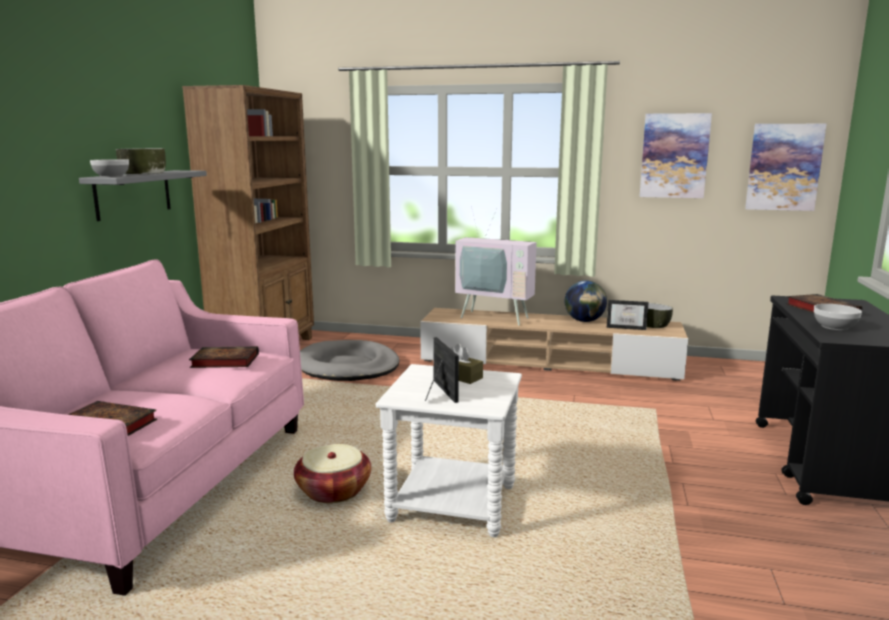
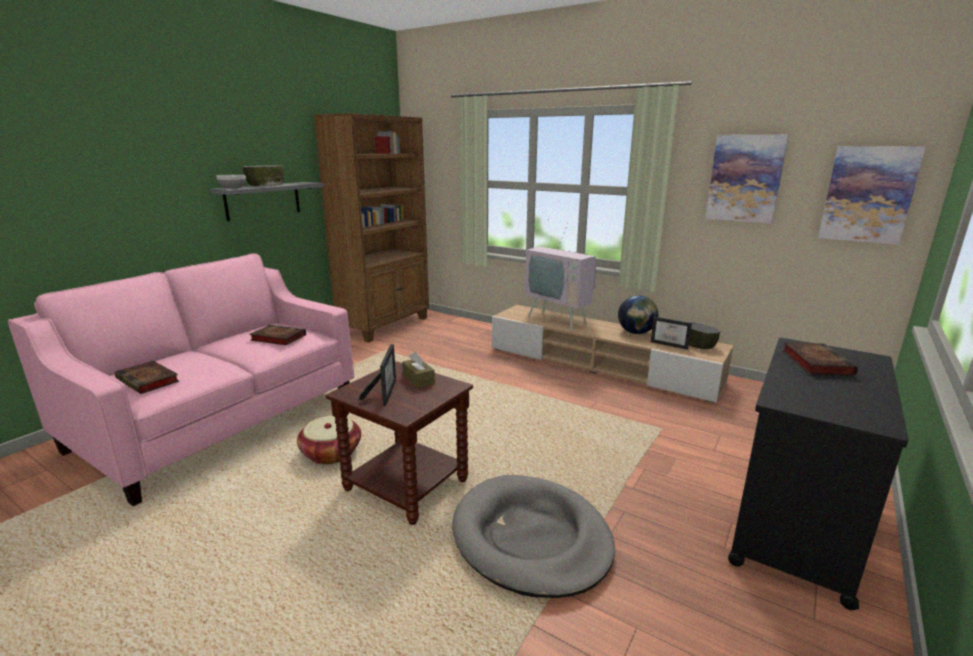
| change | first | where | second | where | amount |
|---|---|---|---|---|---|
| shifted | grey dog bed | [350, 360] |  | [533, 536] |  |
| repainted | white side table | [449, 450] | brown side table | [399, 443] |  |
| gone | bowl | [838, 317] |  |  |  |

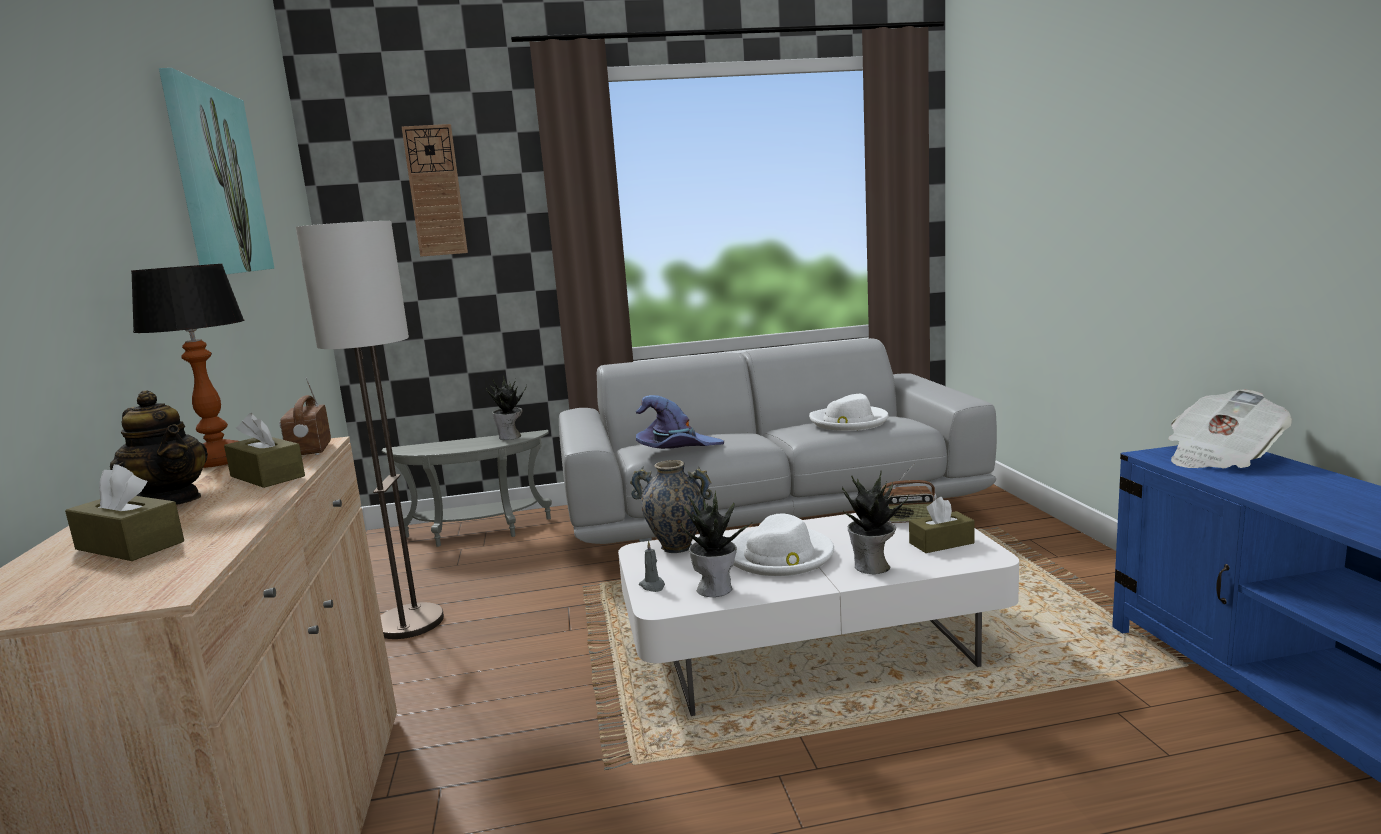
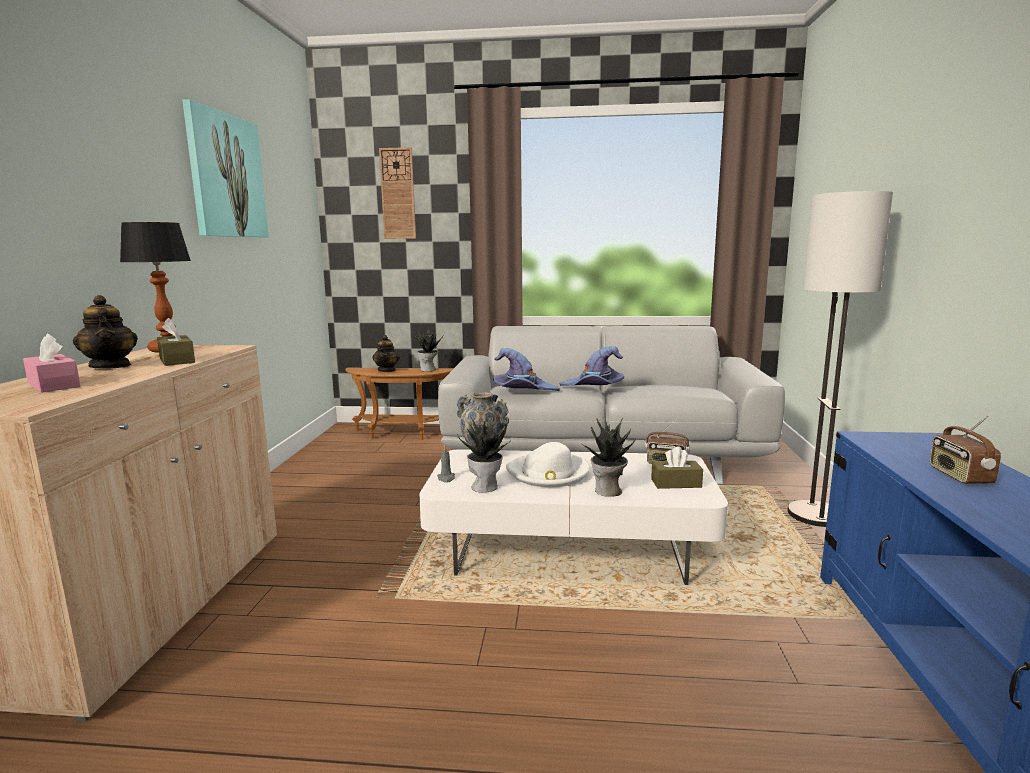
| change | first | where | second | where | amount |
|---|---|---|---|---|---|
| repainted | brown tissue box | [124, 512] | pink tissue box | [52, 363] |  |
| shifted | radio | [305, 416] |  | [965, 449] |  |
| shifted | floor lamp | [370, 430] |  | [840, 359] |  |
| repainted | grey side table | [467, 488] | brown side table | [399, 403] |  |
| gone | white hat | [849, 412] |  |  |  |
| gone | newspaper | [1230, 428] |  |  |  |
| new |  |  | teapot | [386, 353] |  |
| new |  |  | purple hat | [592, 366] |  |

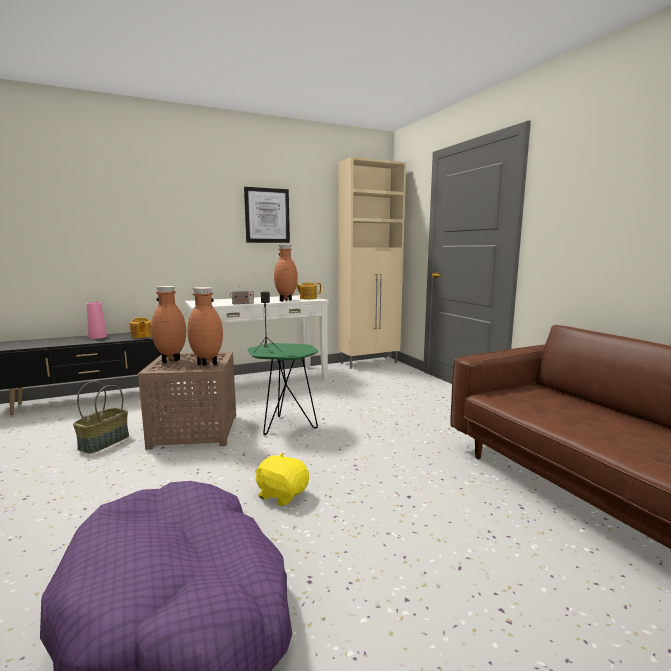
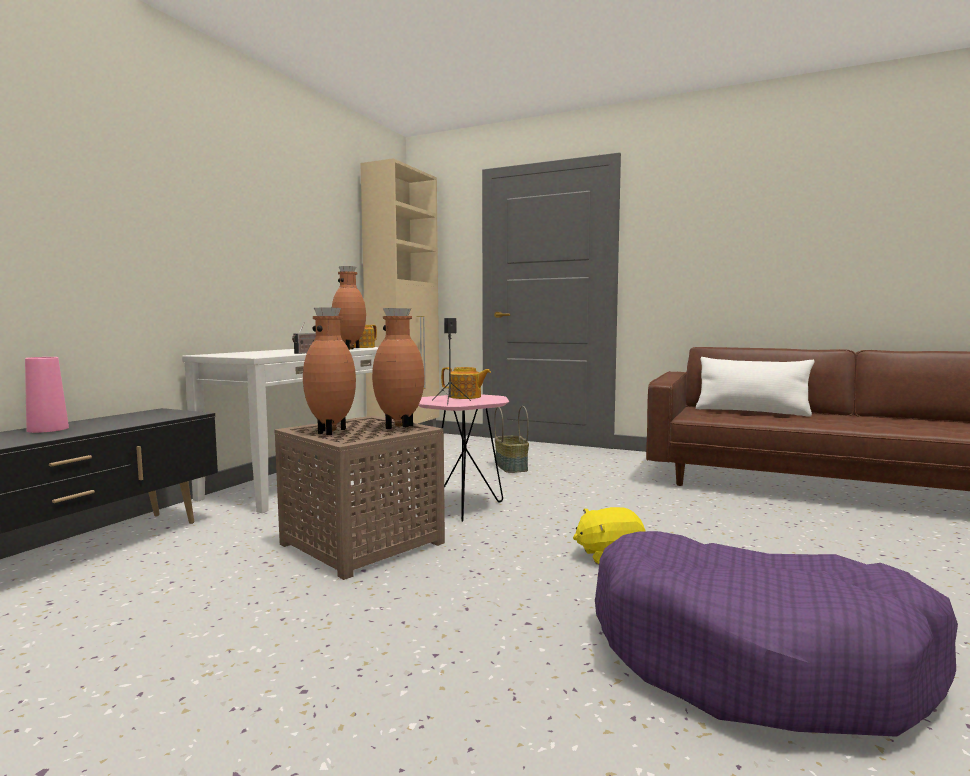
| change | first | where | second | where | amount |
|---|---|---|---|---|---|
| shifted | basket | [101, 417] |  | [511, 439] |  |
| shifted | teapot | [141, 327] |  | [466, 383] |  |
| gone | picture | [267, 215] |  |  |  |
| repainted | green side table | [282, 389] | pink side table | [463, 458] |  |
| new |  |  | white pillow | [755, 387] |  |

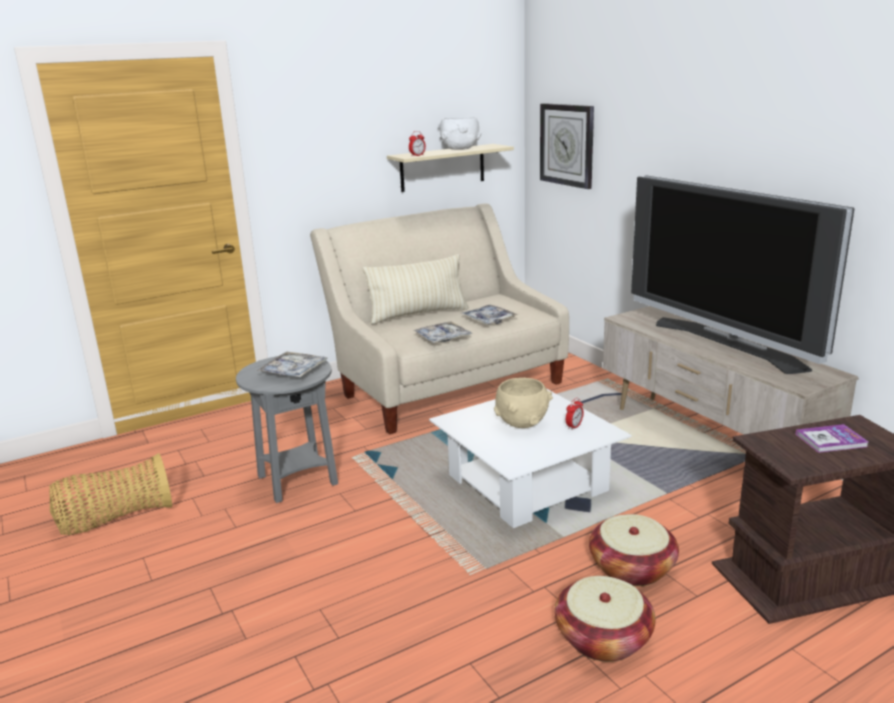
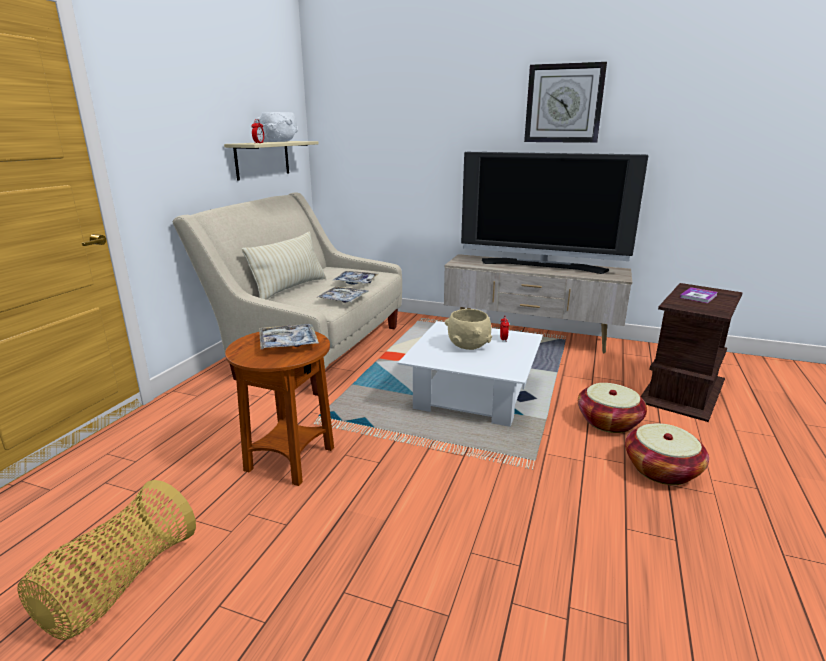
| change | first | where | second | where | amount |
|---|---|---|---|---|---|
| repainted | grey side table | [287, 429] | brown side table | [279, 407] |  |
| shifted | wall clock | [567, 146] |  | [565, 102] |  |

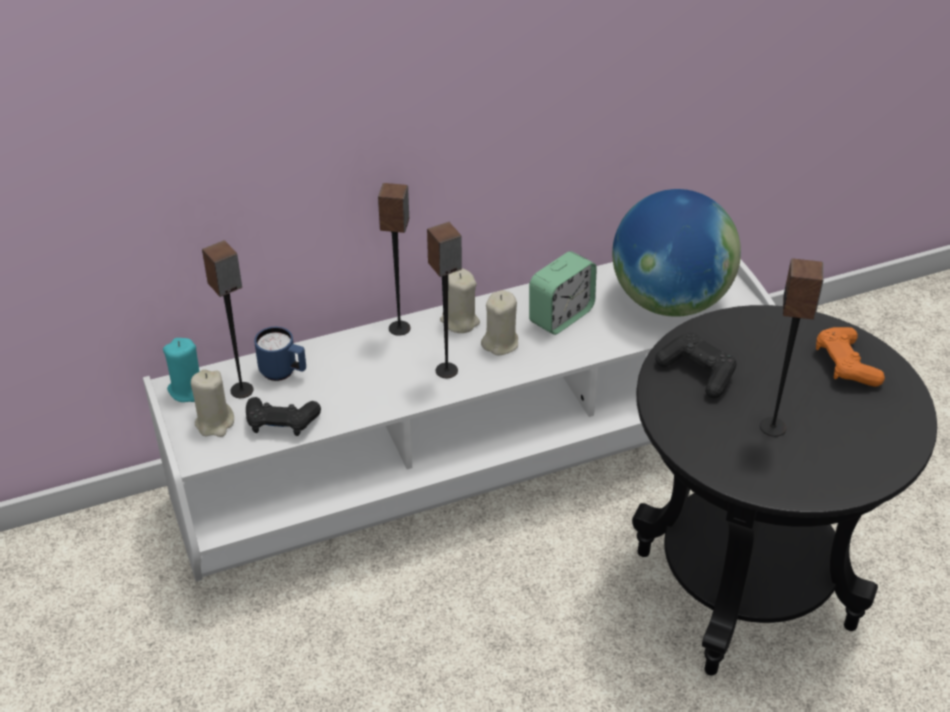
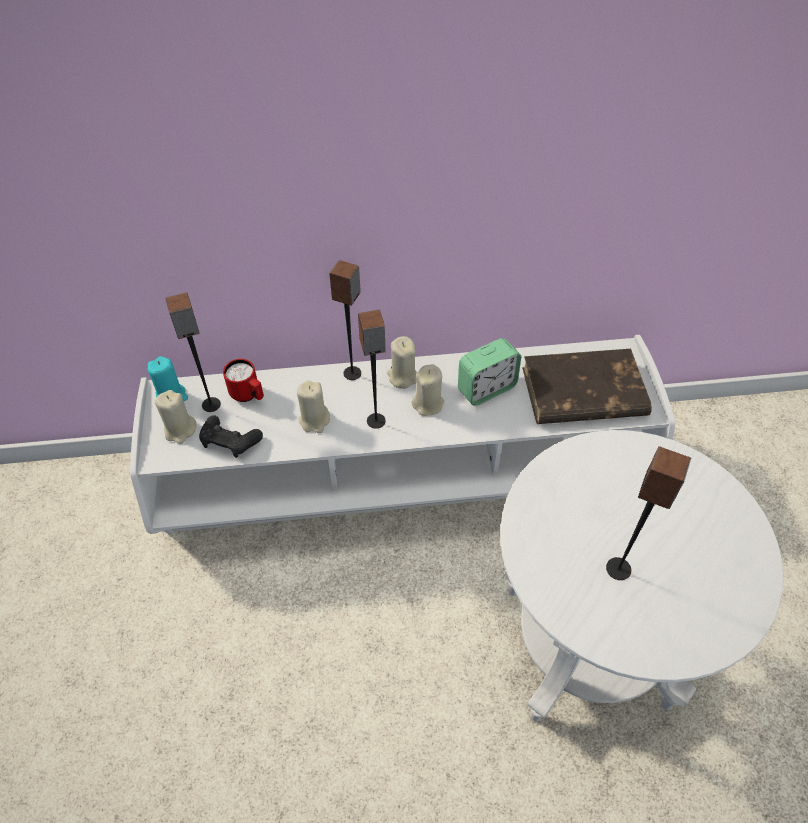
| change | first | where | second | where | amount |
|---|---|---|---|---|---|
| repainted | blue mug | [280, 354] | red mug | [243, 380] |  |
| swapped | globe | [676, 253] | brown book | [587, 386] |  |
| repainted | black side table | [784, 490] | white side table | [642, 575] |  |
| gone | black game controller | [695, 365] |  |  |  |
| gone | orange game controller | [850, 357] |  |  |  |
| new |  |  | beige candle | [313, 406] |  |

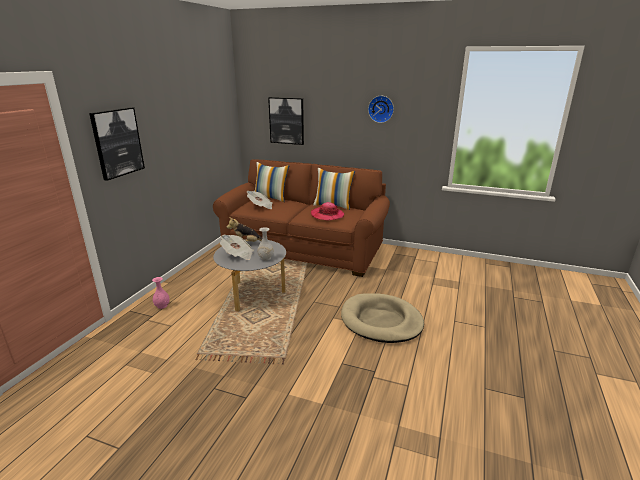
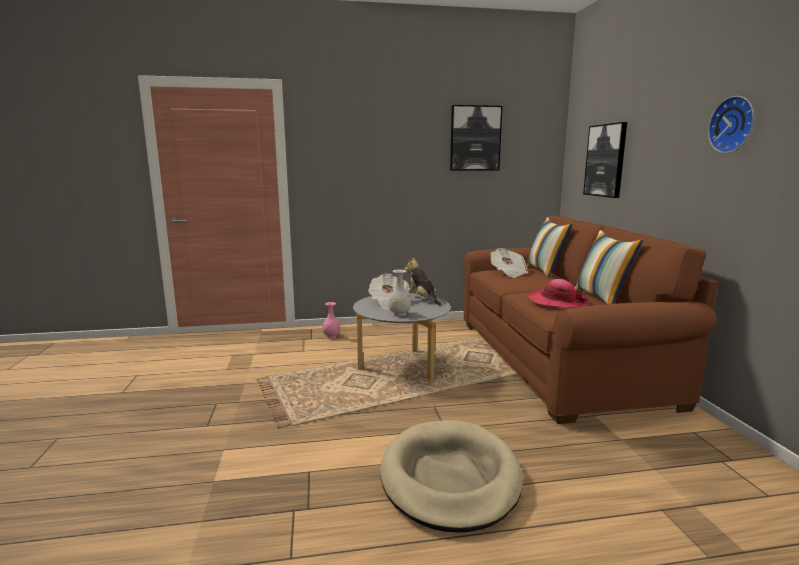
| change | first | where | second | where | amount |
|---|---|---|---|---|---|
| shifted | picture | [117, 144] |  | [476, 138] |  |

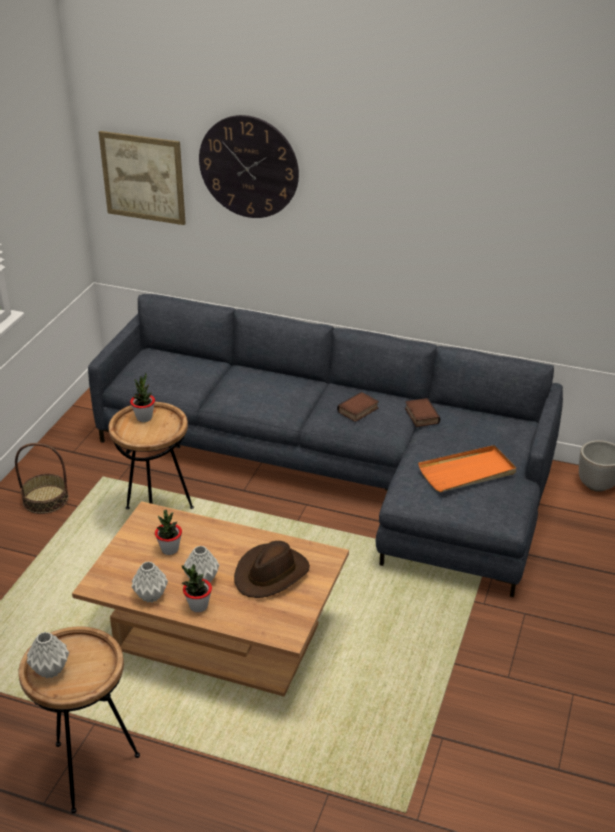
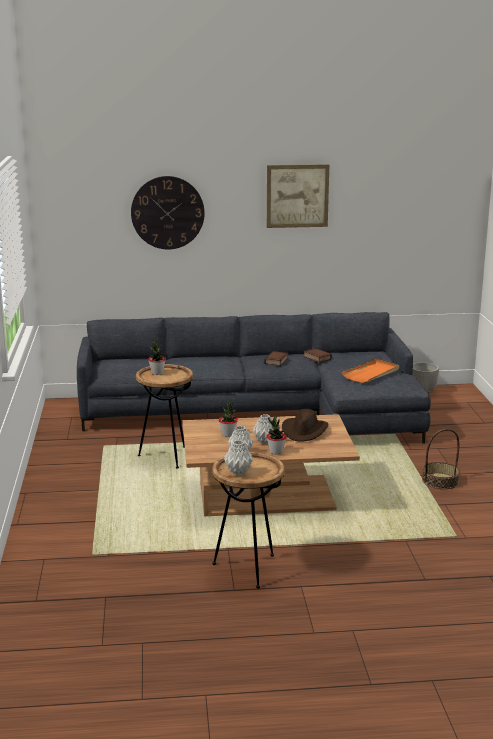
| change | first | where | second | where | amount |
|---|---|---|---|---|---|
| shifted | basket | [42, 478] |  | [441, 459] |  |
| shifted | picture | [142, 178] |  | [298, 196] |  |

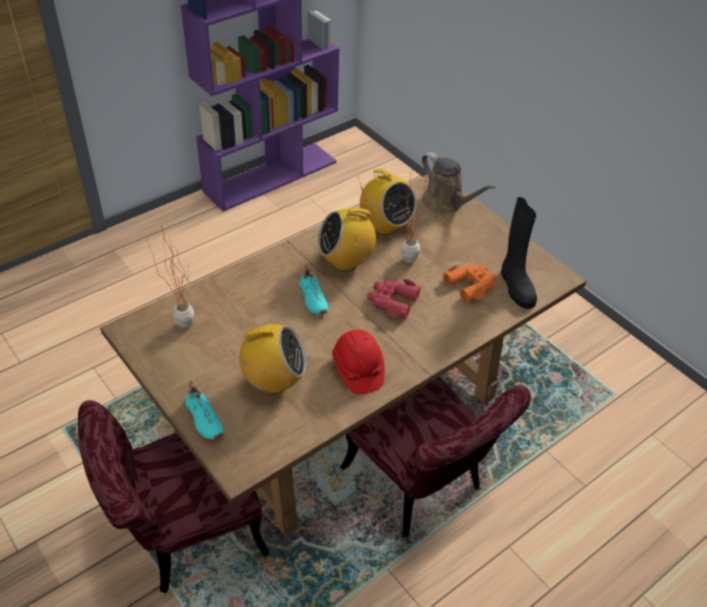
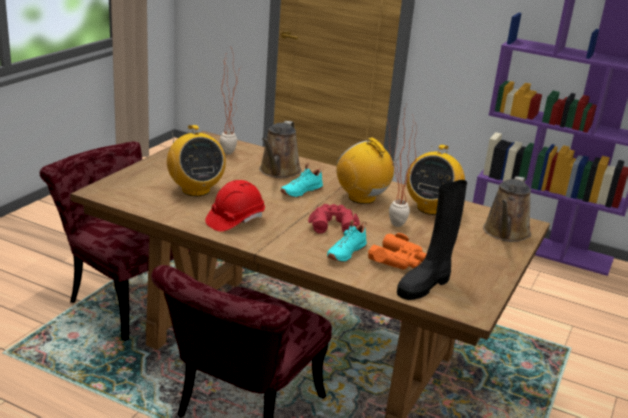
| change | first | where | second | where | amount |
|---|---|---|---|---|---|
| shifted | turquoise shoe | [205, 410] |  | [347, 241] |  |
| new |  |  | brown watering can | [280, 149] |  |

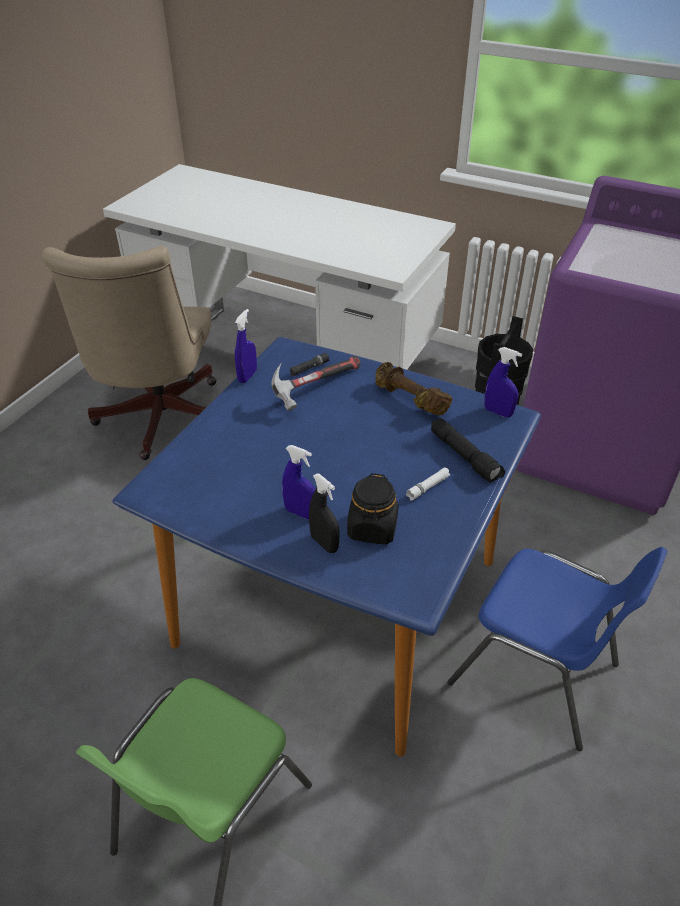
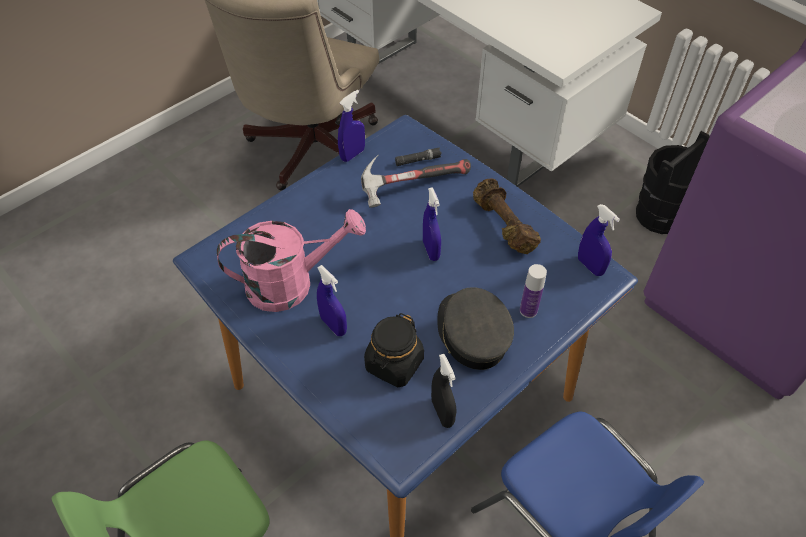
| change | first | where | second | where | amount |
|---|---|---|---|---|---|
| shifted | black spray bottle | [324, 513] |  | [444, 391] |  |
| swapped | white flashlight | [428, 484] | grey cap | [475, 328] |  |
| swapped | black flashlight | [468, 451] | bottle | [533, 291] |  |
| new |  |  | pink watering can | [291, 260] |  |
| new |  |  | blue spray bottle | [432, 224] |  |

